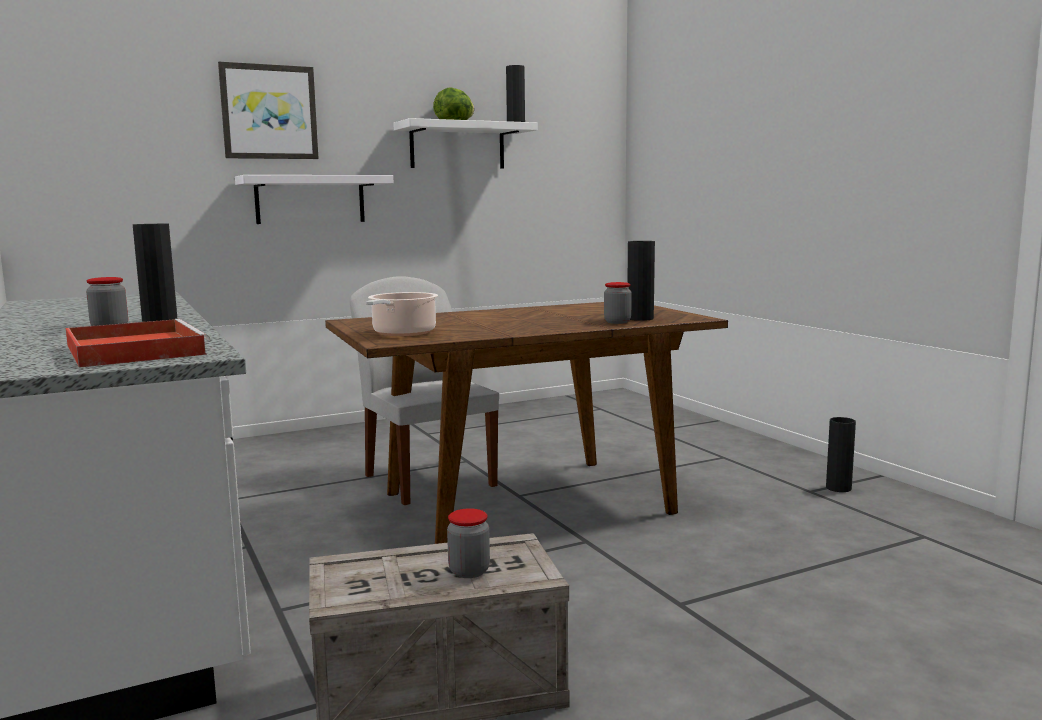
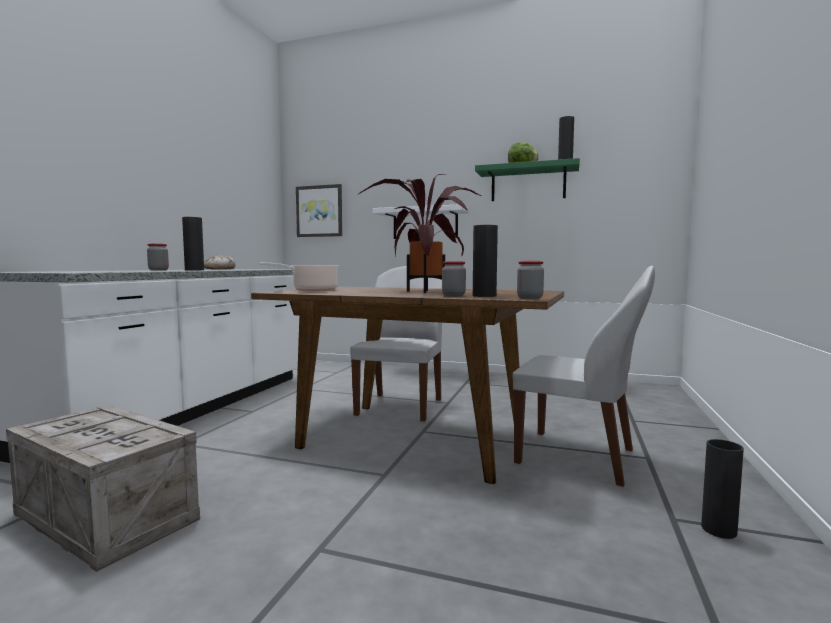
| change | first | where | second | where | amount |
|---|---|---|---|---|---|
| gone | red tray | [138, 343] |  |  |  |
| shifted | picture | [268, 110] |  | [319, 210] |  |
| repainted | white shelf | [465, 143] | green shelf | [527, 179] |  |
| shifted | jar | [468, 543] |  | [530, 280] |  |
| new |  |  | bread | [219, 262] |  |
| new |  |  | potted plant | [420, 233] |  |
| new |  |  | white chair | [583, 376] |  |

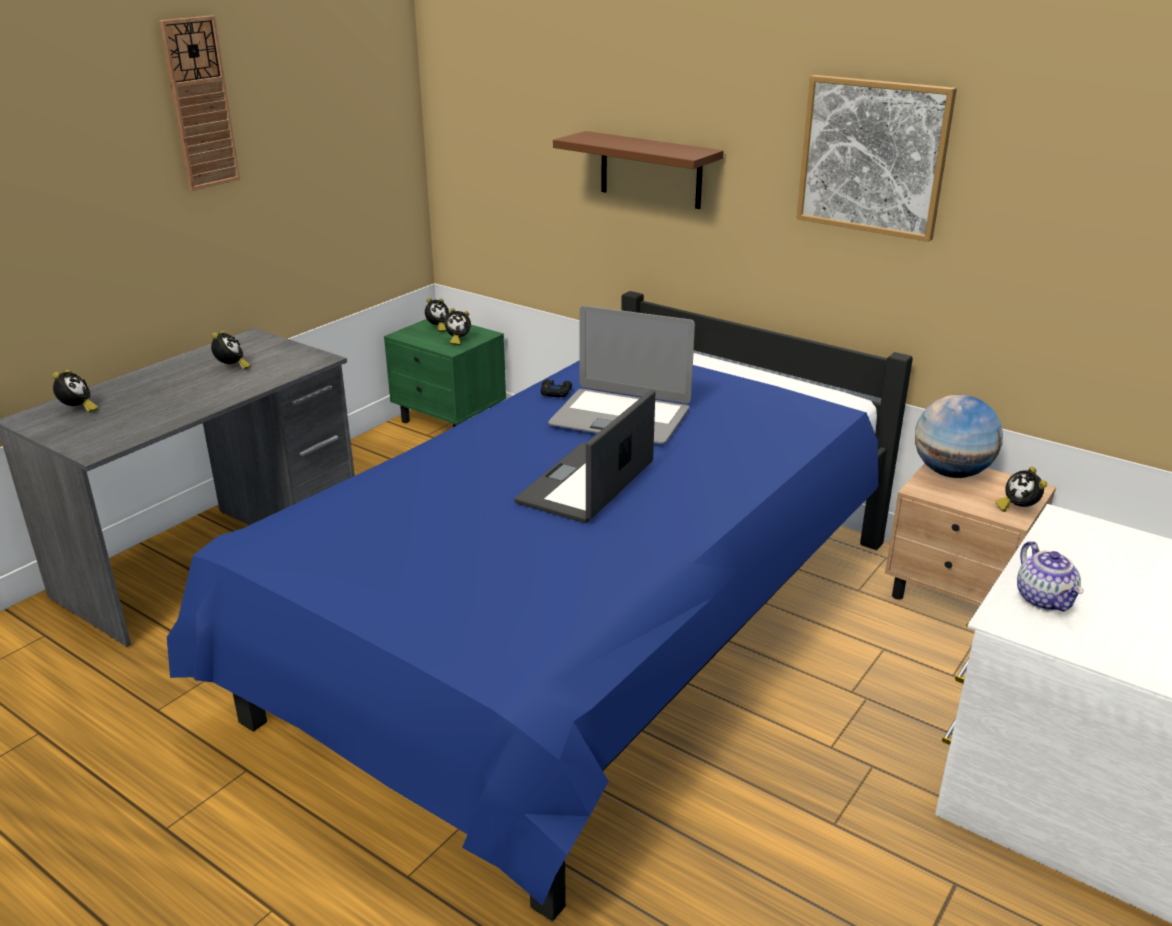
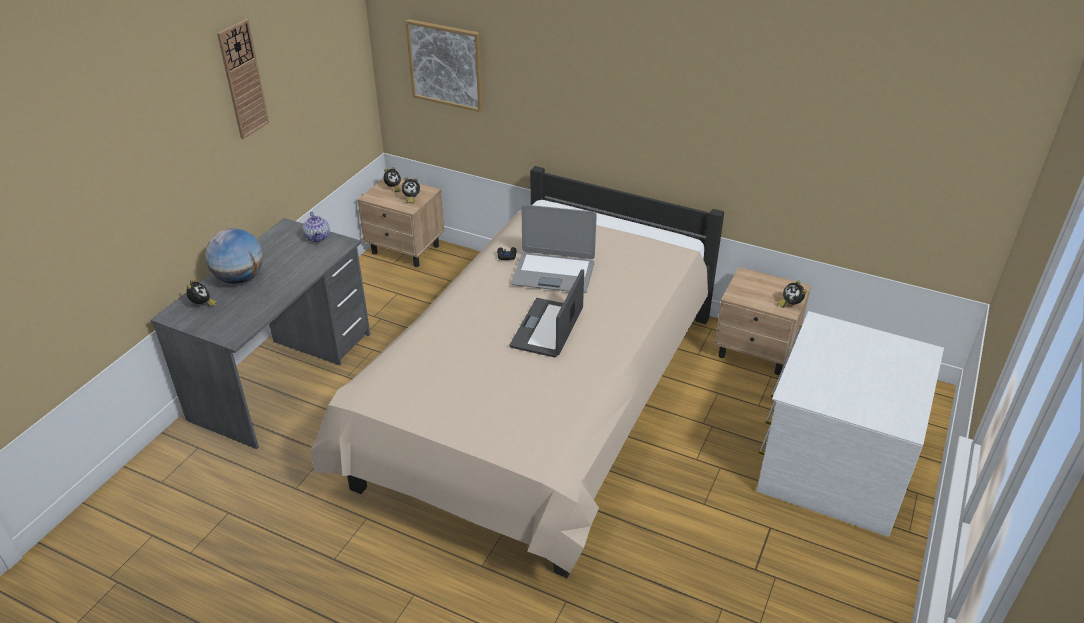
| change | first | where | second | where | amount |
|---|---|---|---|---|---|
| repainted | blue bed | [540, 606] | beige bed | [517, 372] |  |
| gone | alarm clock | [231, 350] |  |  |  |
| repainted | green nightstand | [445, 373] | beige nightstand | [400, 222] |  |
| gone | brown shelf | [638, 170] |  |  |  |
| shifted | picture | [876, 158] |  | [444, 65] |  |
| shifted | globe | [959, 436] |  | [234, 256] |  |
| shifted | teapot | [1050, 576] |  | [316, 227] |  |

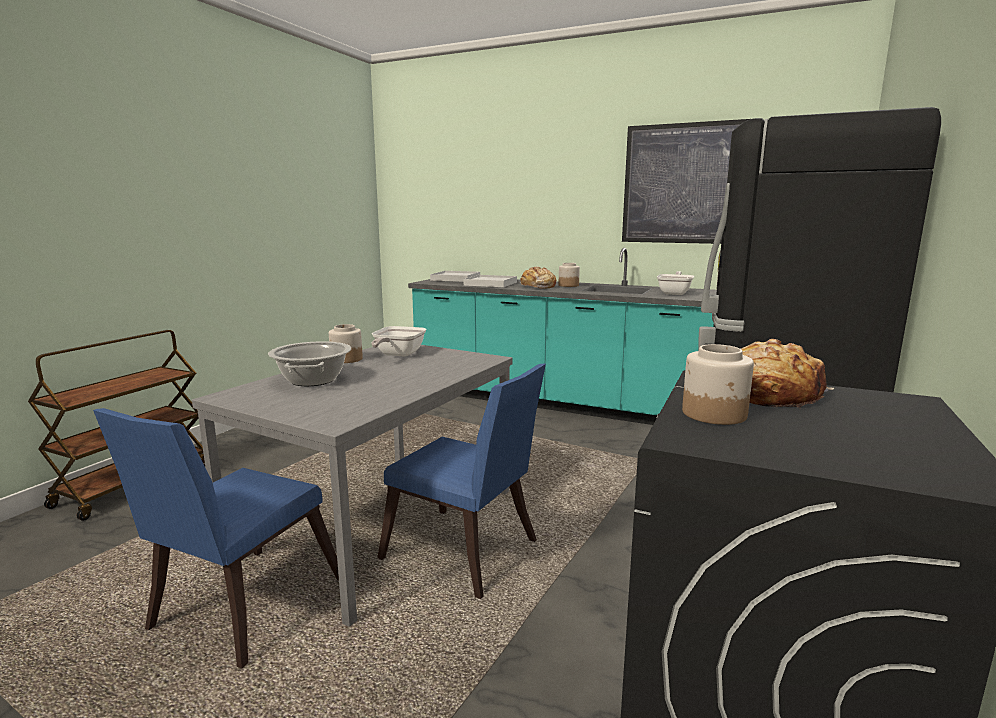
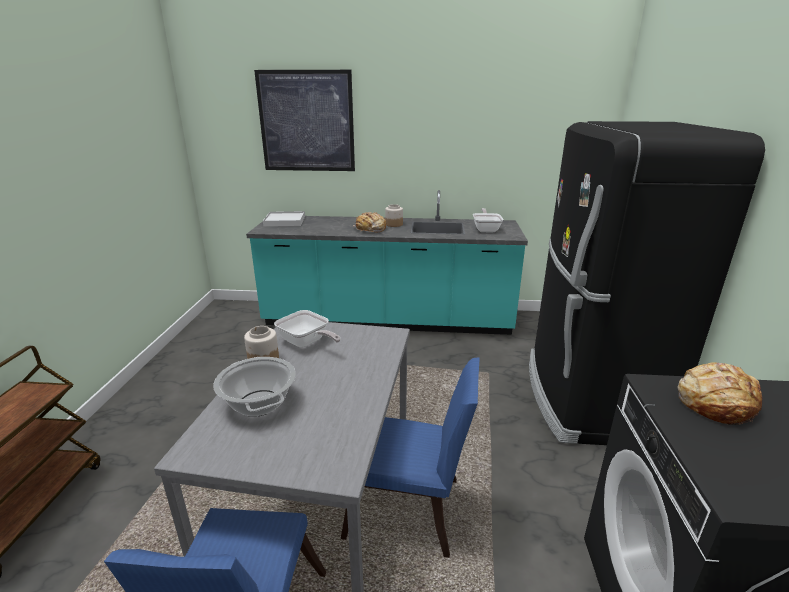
| change | first | where | second | where | amount |
|---|---|---|---|---|---|
| rotated | frying pan | [398, 341] |  | [307, 329] | 45 degrees counterclockwise |
| gone | white tray | [490, 281] |  |  |  |
| shifted | picture | [686, 181] |  | [304, 120] |  |
| gone | jar | [718, 384] |  |  |  |

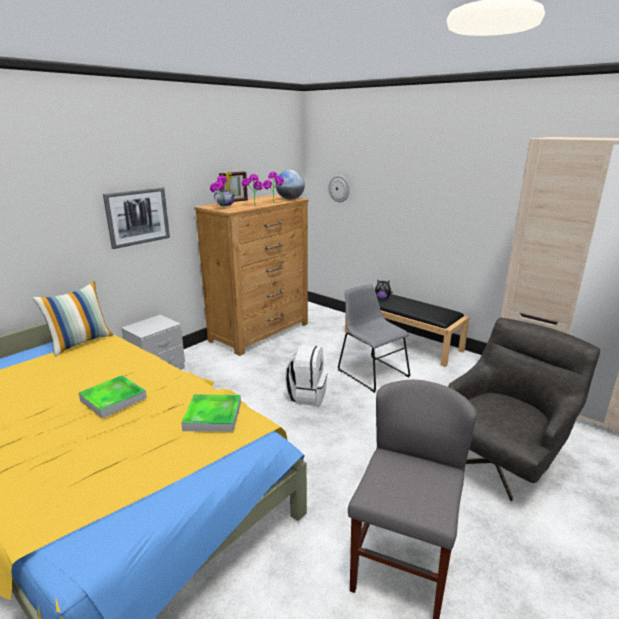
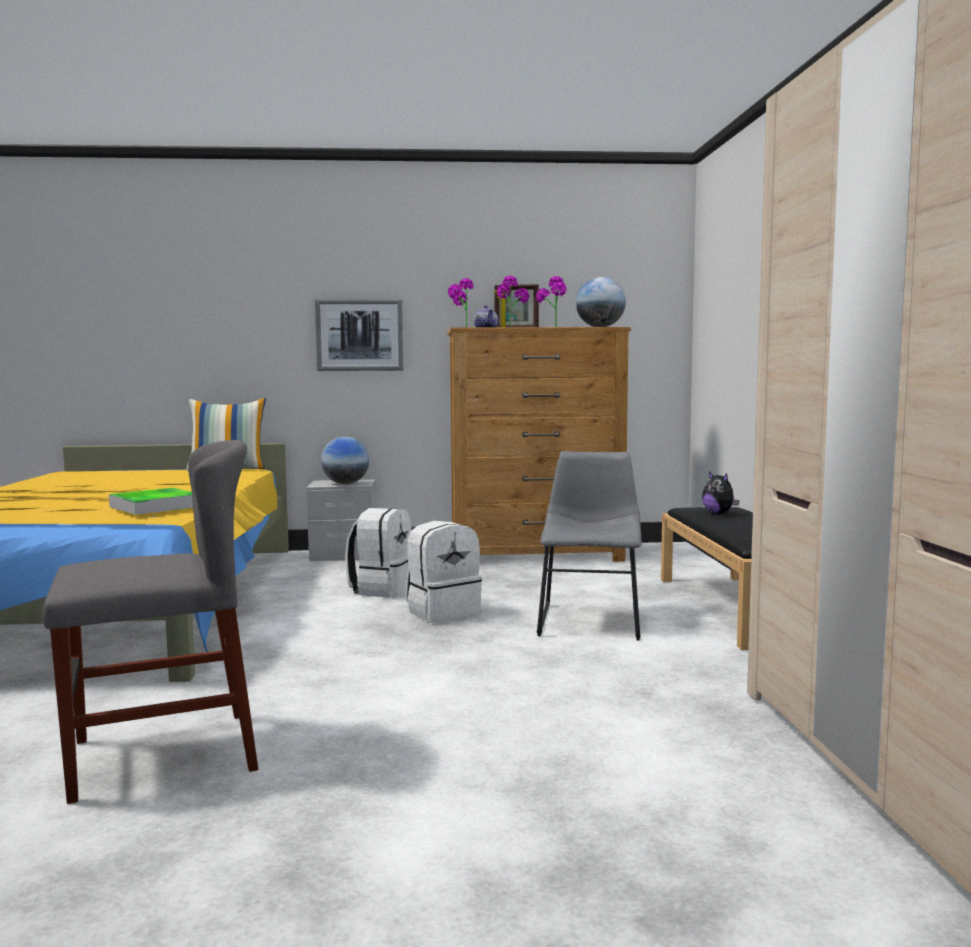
| change | first | where | second | where | amount |
|---|---|---|---|---|---|
| gone | tray | [113, 397] |  |  |  |
| gone | wall clock | [339, 188] |  |  |  |
| gone | grey armchair | [524, 409] |  |  |  |
| new |  |  | globe | [345, 460] |  |
| new |  |  | white backpack | [378, 553] |  |

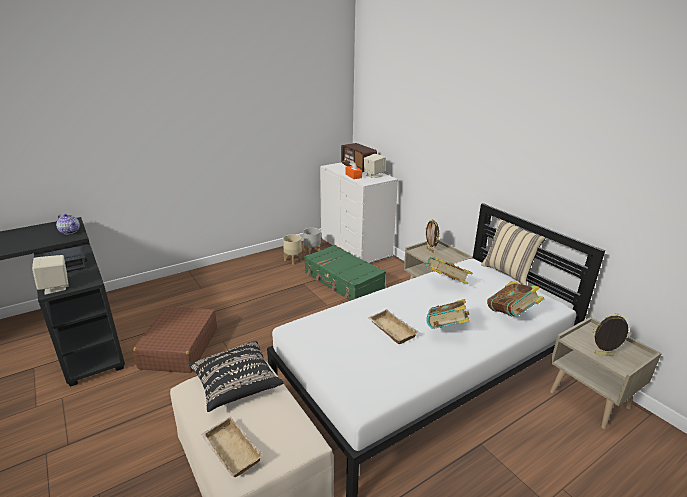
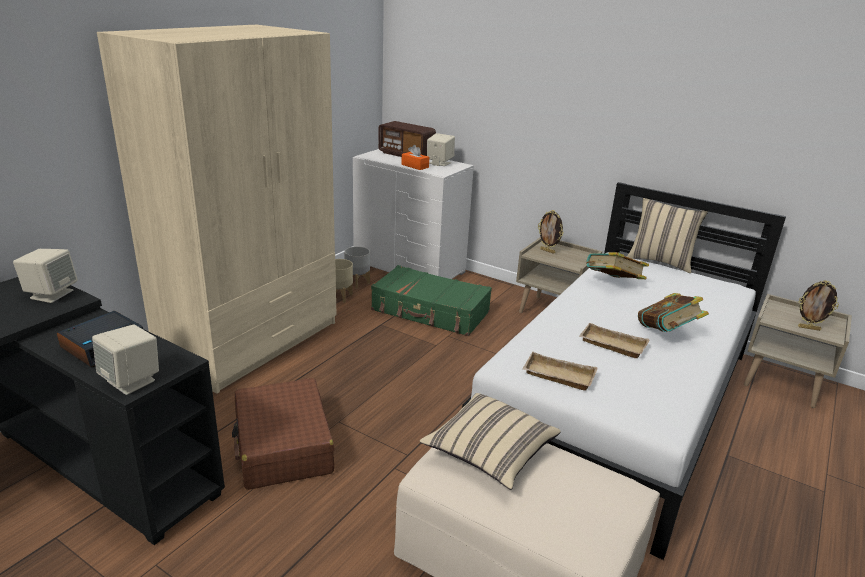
| change | first | where | second | where | amount |
|---|---|---|---|---|---|
| swapped | teapot | [68, 224] | beige speaker | [45, 276] |  |
| repainted | black pillow | [236, 376] | beige pillow | [490, 441] |  |
| shifted | beige tray | [232, 447] |  | [560, 371] |  |
| gone | book | [515, 299] |  |  |  |
| rotated | picture frame | [611, 334] |  | [818, 305] | 150 degrees counterclockwise |
| new |  |  | beige wardrobe | [217, 209] |  |

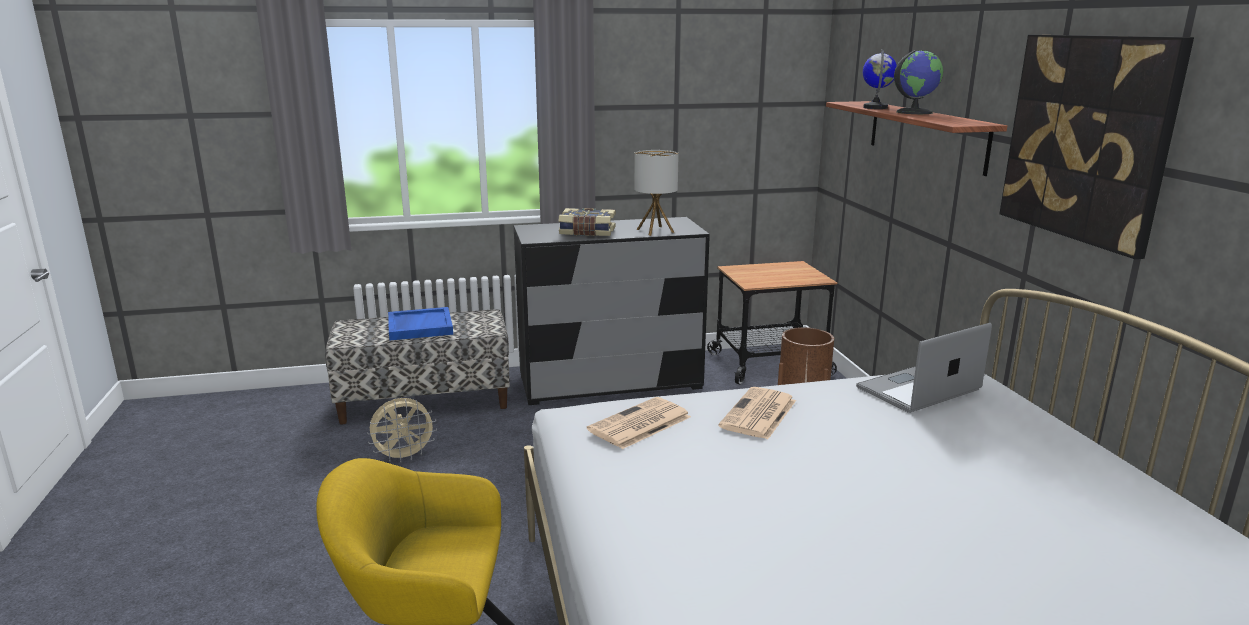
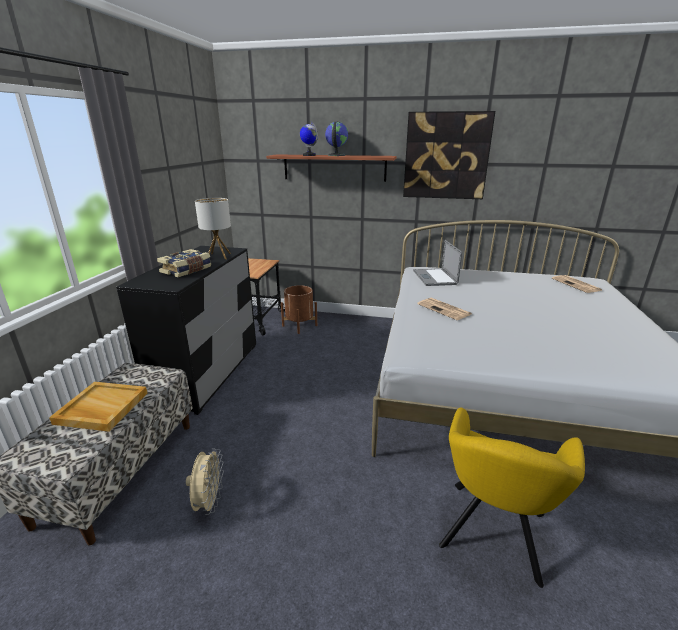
| change | first | where | second | where | amount |
|---|---|---|---|---|---|
| repainted | blue tray | [420, 323] | beige tray | [98, 407] |  |
| shifted | newspaper | [639, 423] |  | [577, 284] |  |

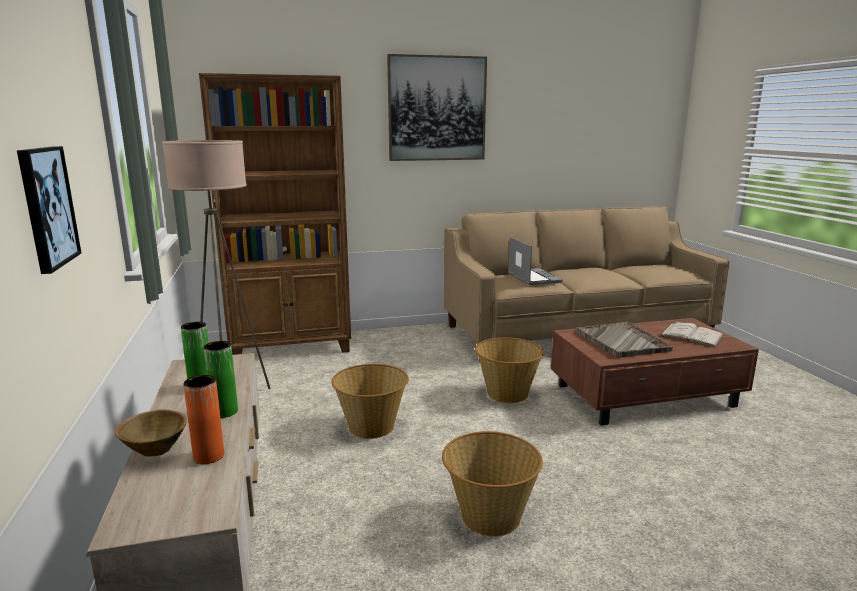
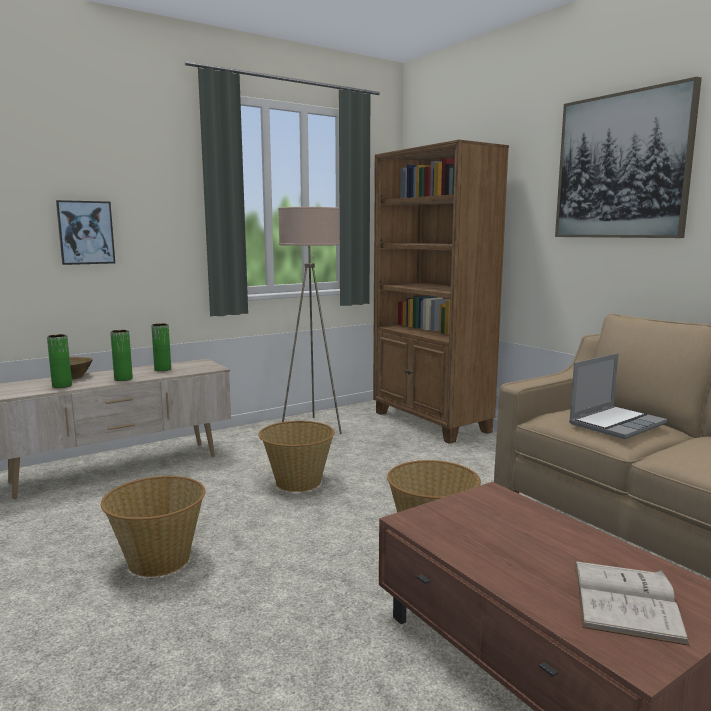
| change | first | where | second | where | amount |
|---|---|---|---|---|---|
| repainted | orange vase | [203, 419] | green vase | [59, 361] |  |
| gone | grey tray | [624, 340] |  |  |  |

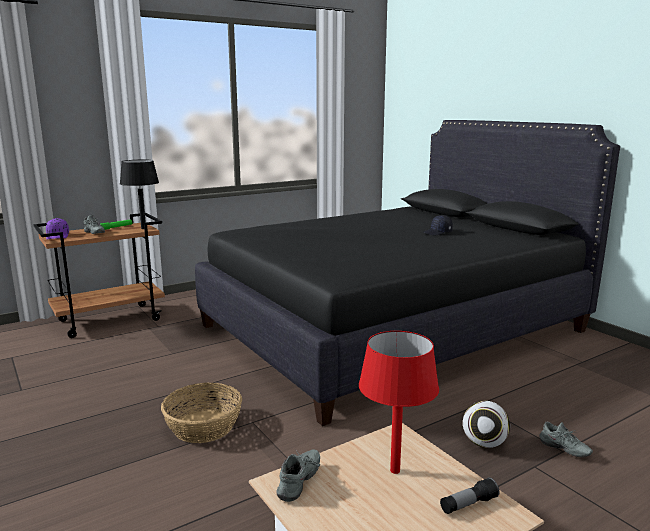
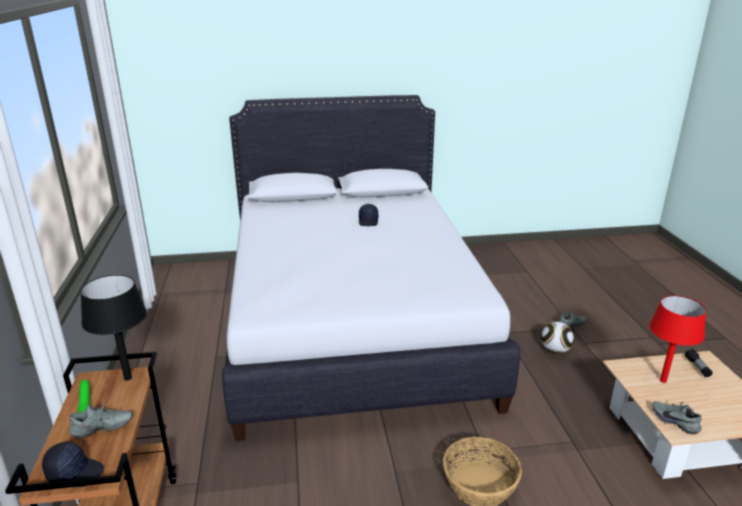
| change | first | where | second | where | amount |
|---|---|---|---|---|---|
| repainted | purple cap | [57, 228] | black cap | [73, 464] |  |
| repainted | black bed | [407, 273] | white bed | [371, 268] |  |

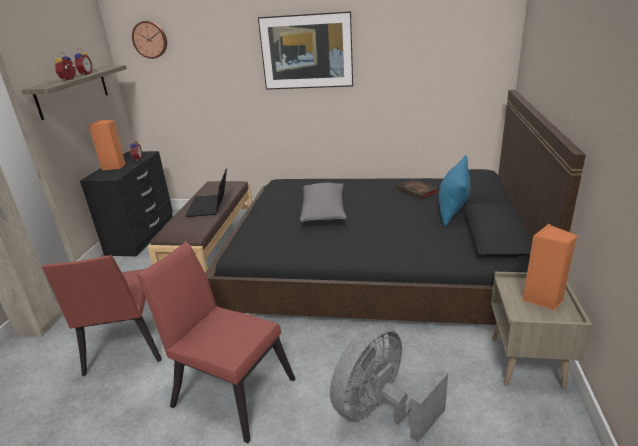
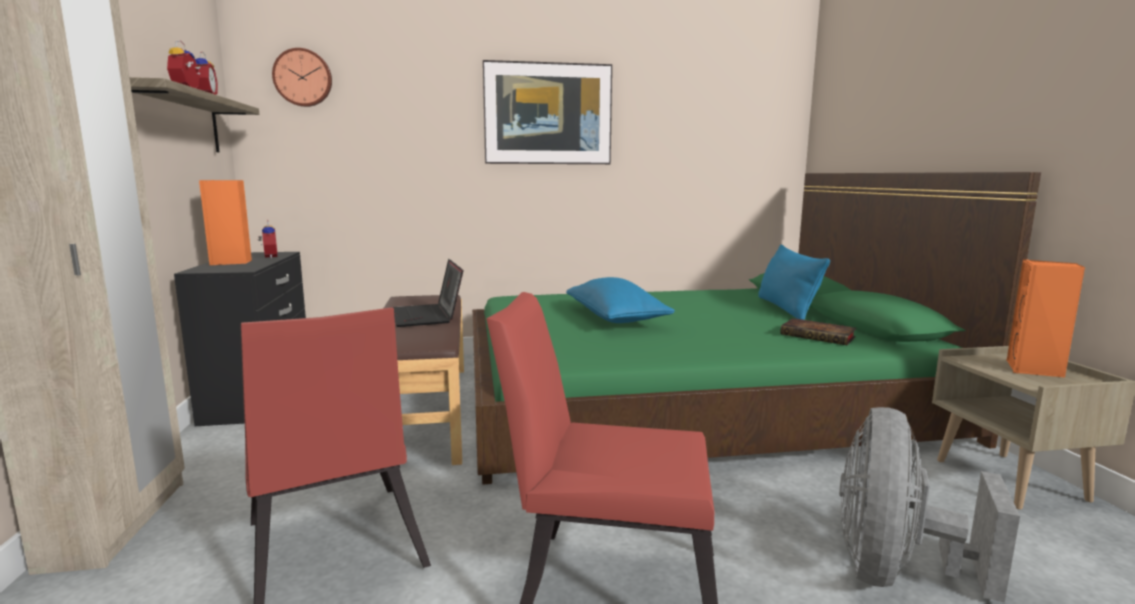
| change | first | where | second | where | amount |
|---|---|---|---|---|---|
| repainted | black bed | [395, 207] | green bed | [756, 328] |  |
| repainted | grey pillow | [323, 202] | blue pillow | [620, 300] |  |
| shifted | book | [418, 189] |  | [818, 331] |  |

